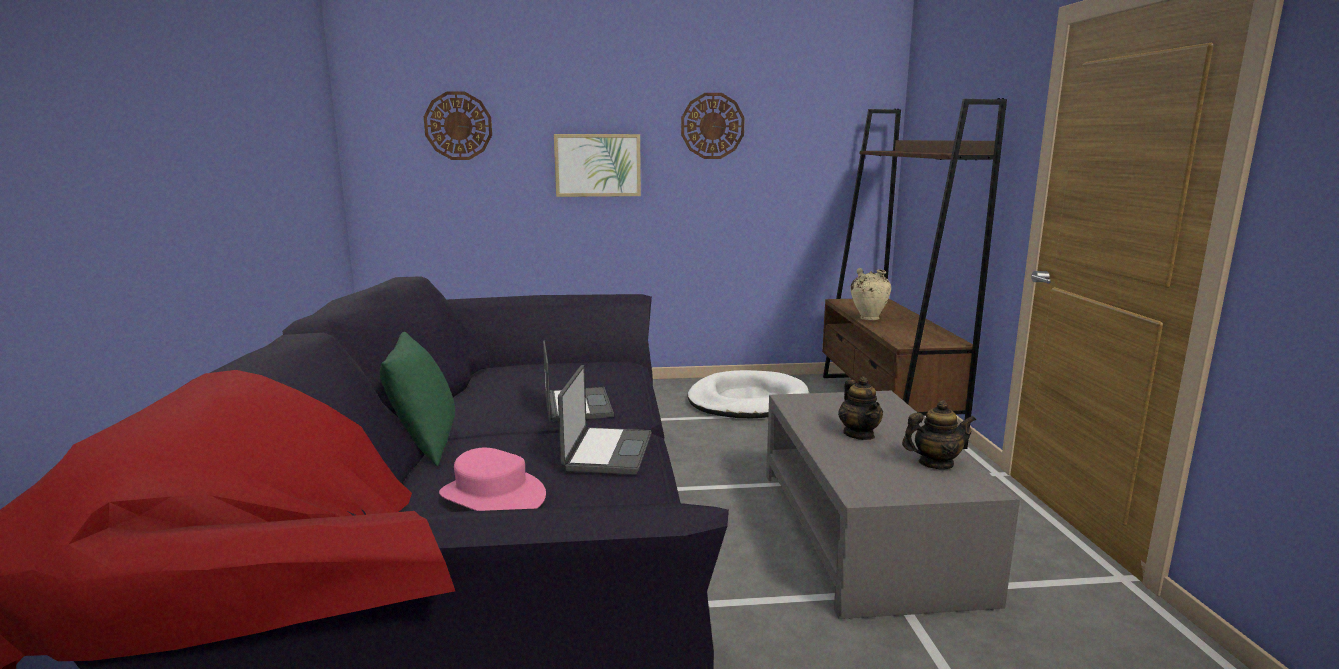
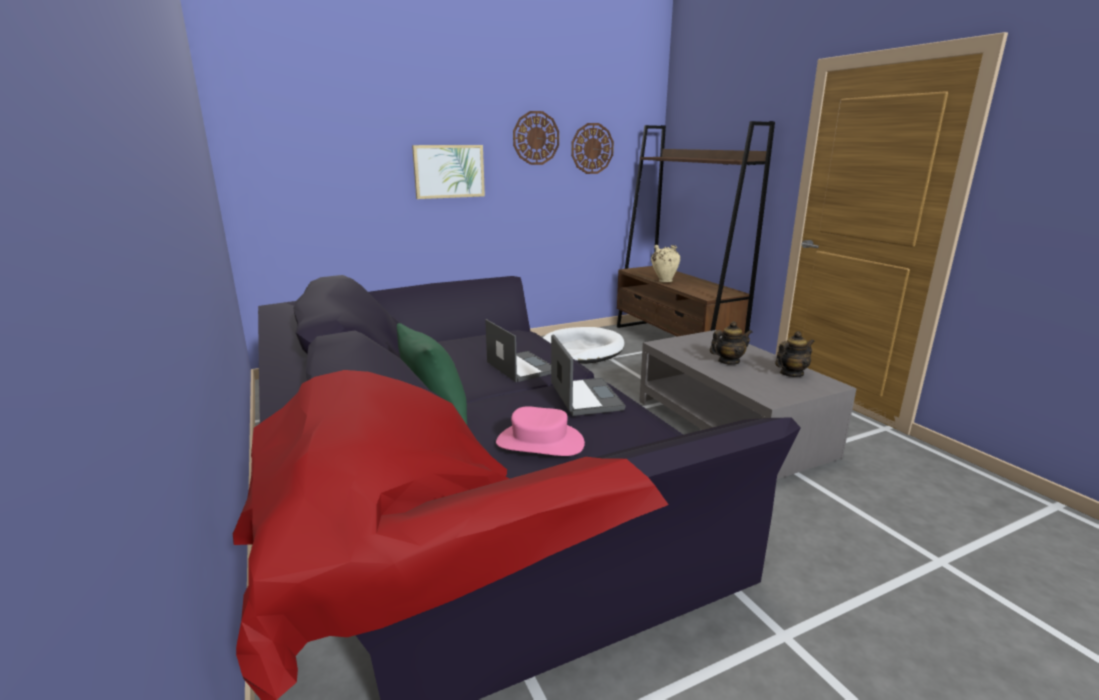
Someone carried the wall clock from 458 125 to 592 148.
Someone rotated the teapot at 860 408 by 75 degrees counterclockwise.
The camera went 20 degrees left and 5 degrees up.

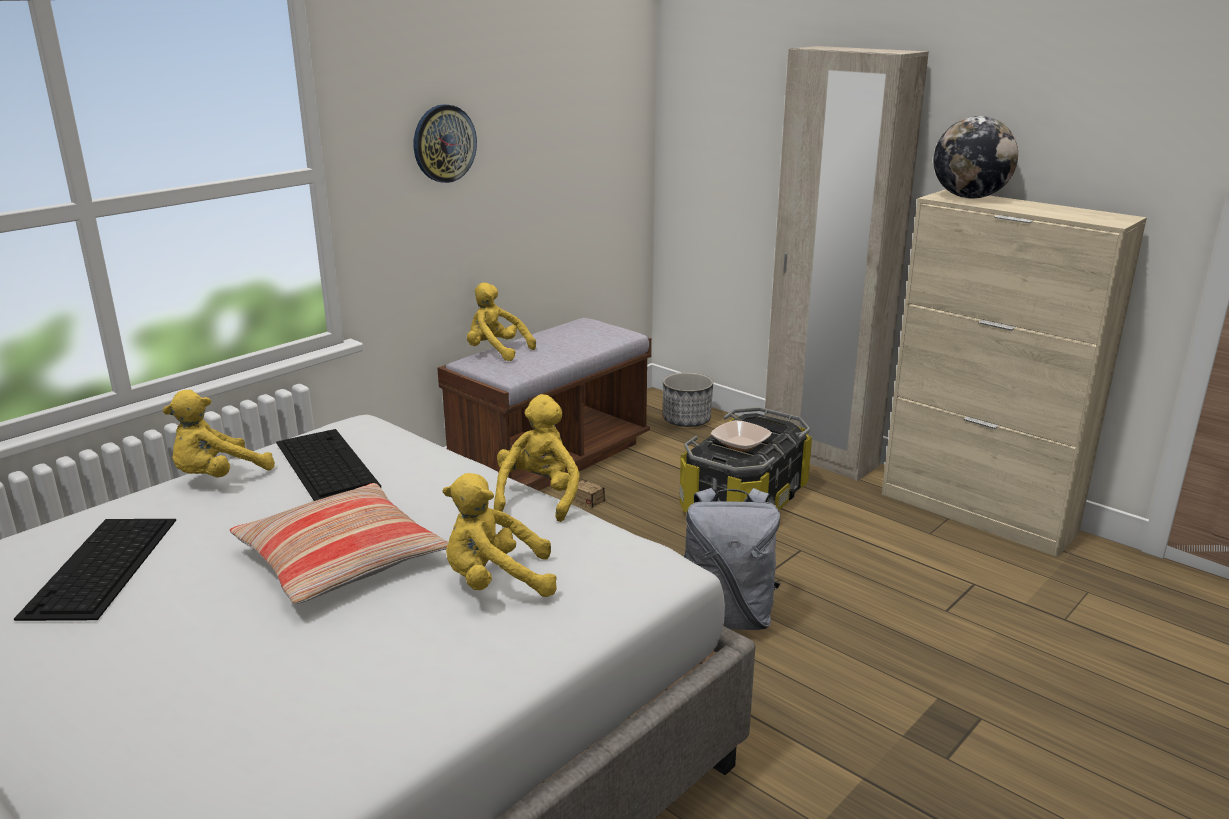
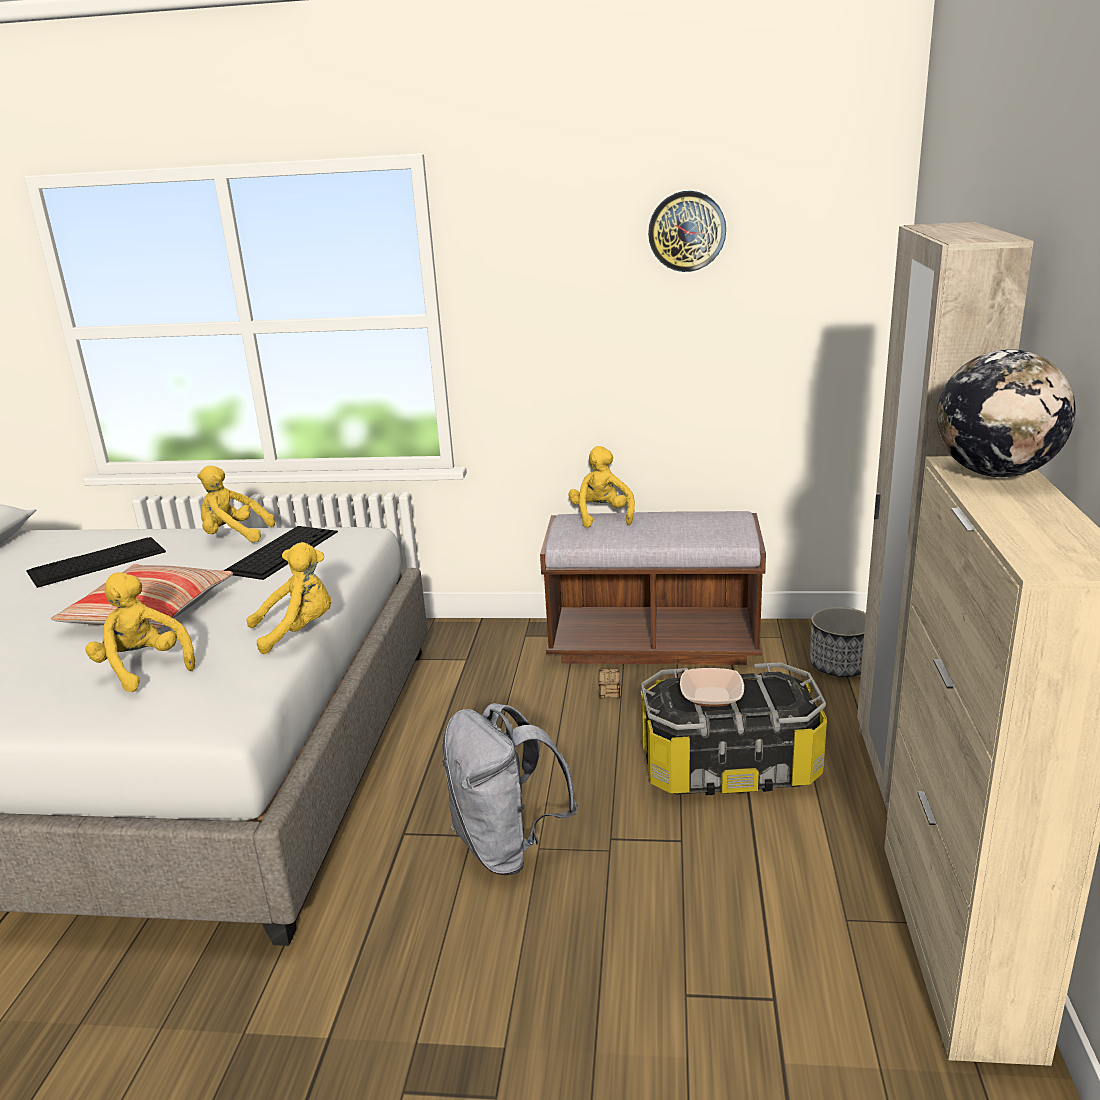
Someone carried the wall clock from 445 143 to 687 231.
The camera went 55 degrees right and 0 degrees up.

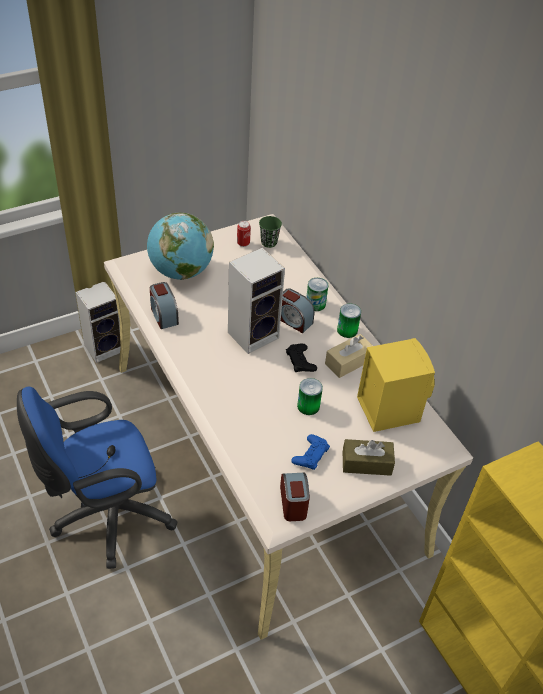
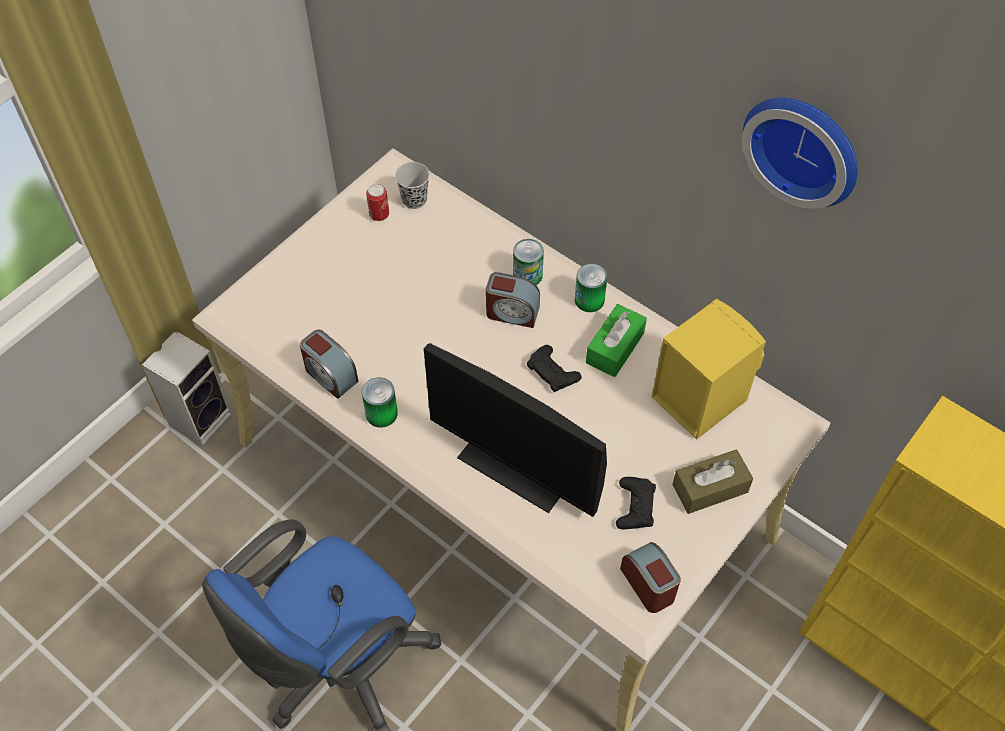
Someone took away the desk globe at 180 246.
Someone took away the loudspeaker at 256 300.
Someone put down the computer screen at 515 430.
Someone put up the wall clock at 800 153.
Someone carried the can from 310 396 to 380 402.
Someone repainted the greenish cup at 270 232, which became the black-coloured cup at 412 185.
Someone repainted the blue-coloured game controller at 310 452, which became the black-coloured game controller at 636 503.
Someone repainted the beige-coloured tissue holder at 349 356, which became the greenish tissue holder at 616 340.
The camera went 20 degrees left and 10 degrees up.

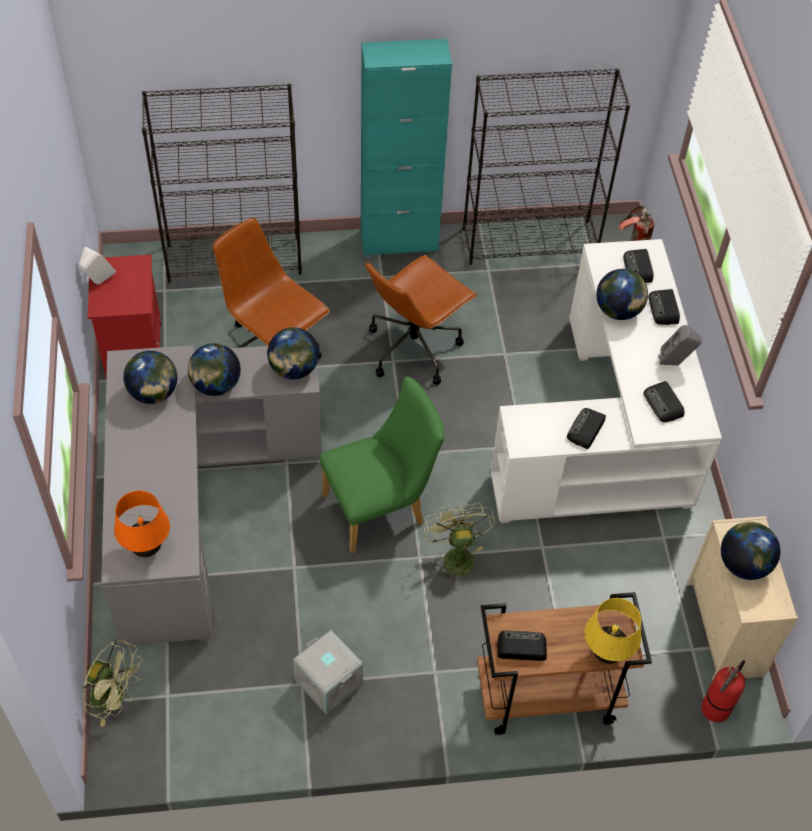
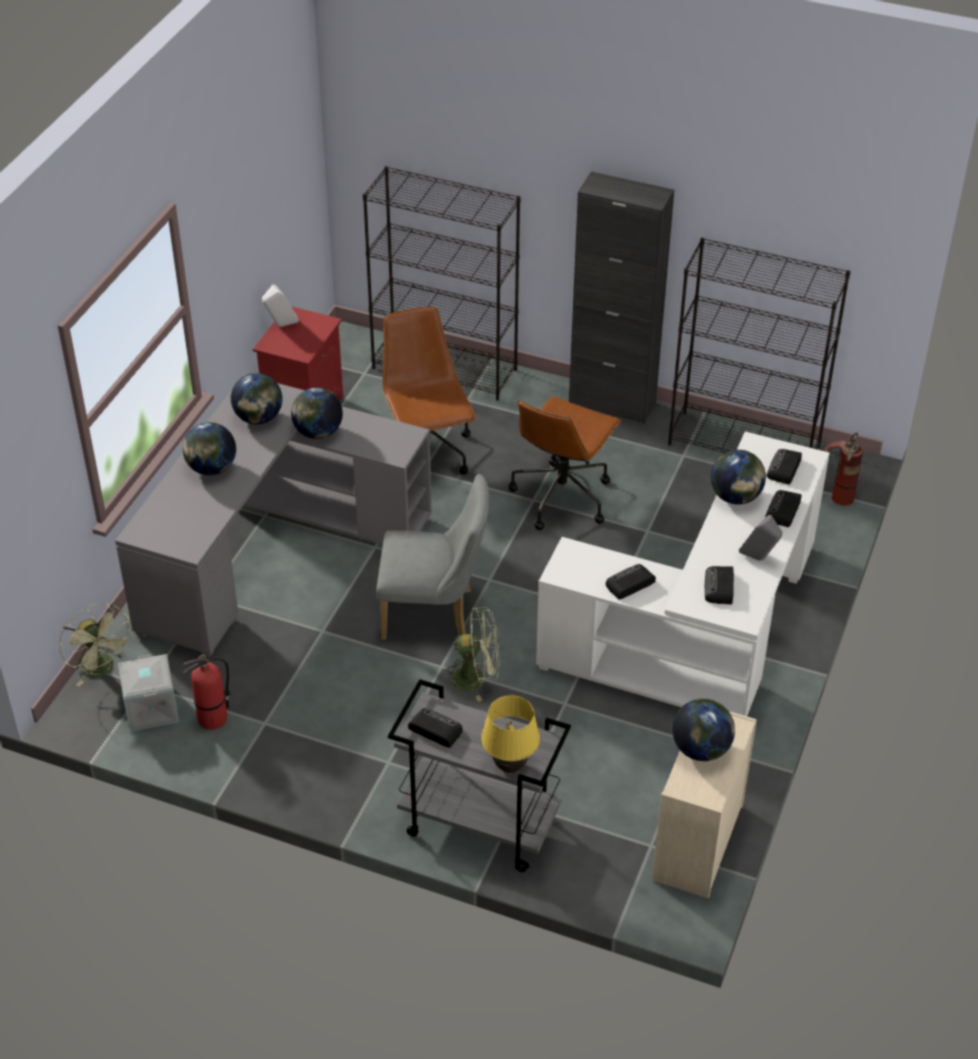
Someone took away the orangey table lamp at 142 523.
Someone carried the desk globe from 293 353 to 209 449.
Someone carried the gray storage bin from 328 672 to 148 693.
Someone carried the fire-fighting cylinder from 723 691 to 206 692.
Someone repainted the greenish plain chair at 382 465, which became the gray plain chair at 432 557.
Someone repainted the turquoise-coloured cupboard at 406 147, which became the black-coloured cupboard at 621 297.
Someone repainted the brownish cart at 564 663, which became the gray cart at 479 775.
Someone rotated the brownish desk chair at 421 320 by 45 degrees counterclockwise.
Someone rotated the greenish fan at 459 543 by 75 degrees clockwise.
The camera went 30 degrees right and 10 degrees down.

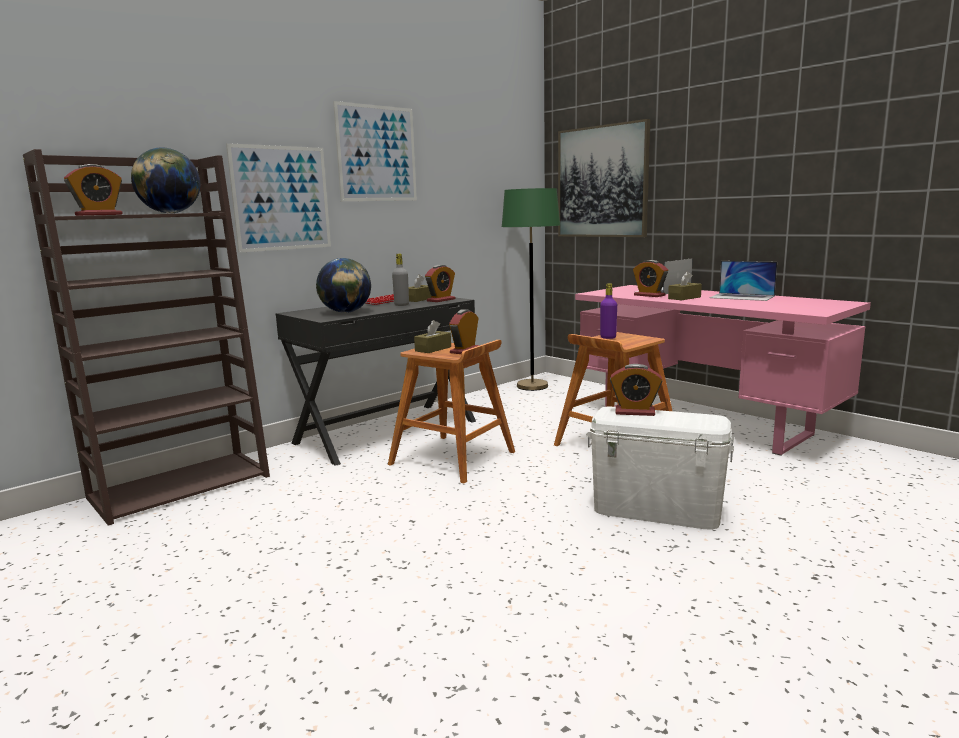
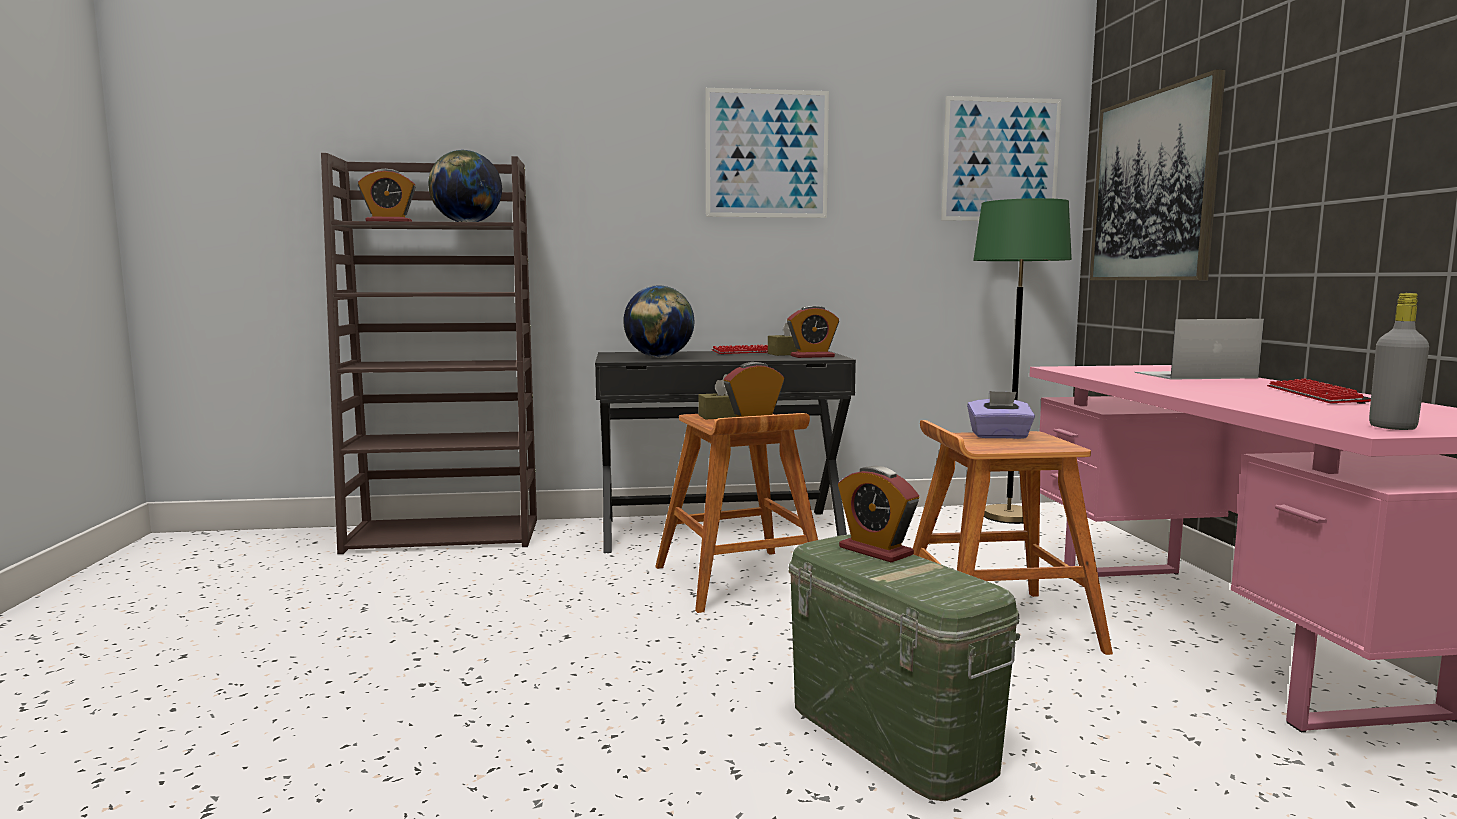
Someone took away the table clock at 650 278.
Someone took away the brownish tissue holder at 685 285.
Someone carried the picture from 278 198 to 1001 158.
Someone carried the gray bottle from 400 280 to 1399 361.
Someone swapped the purple-coloured bottle at 608 311 for the purple-coloured tissue holder at 1001 415.
Someone swapped the notebook computer at 743 281 for the computer keyboard at 1319 391.
Someone repainted the white storage bin at 661 468, which became the greenish storage bin at 904 668.
The camera went 35 degrees right and 5 degrees down.

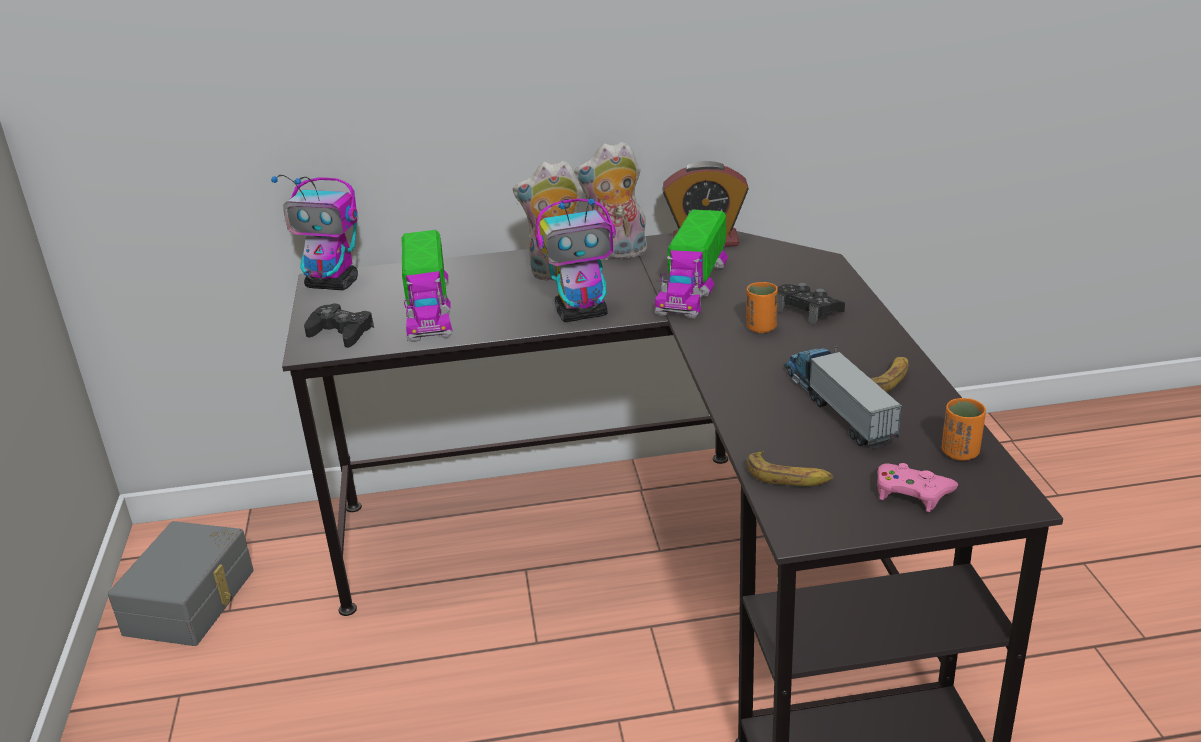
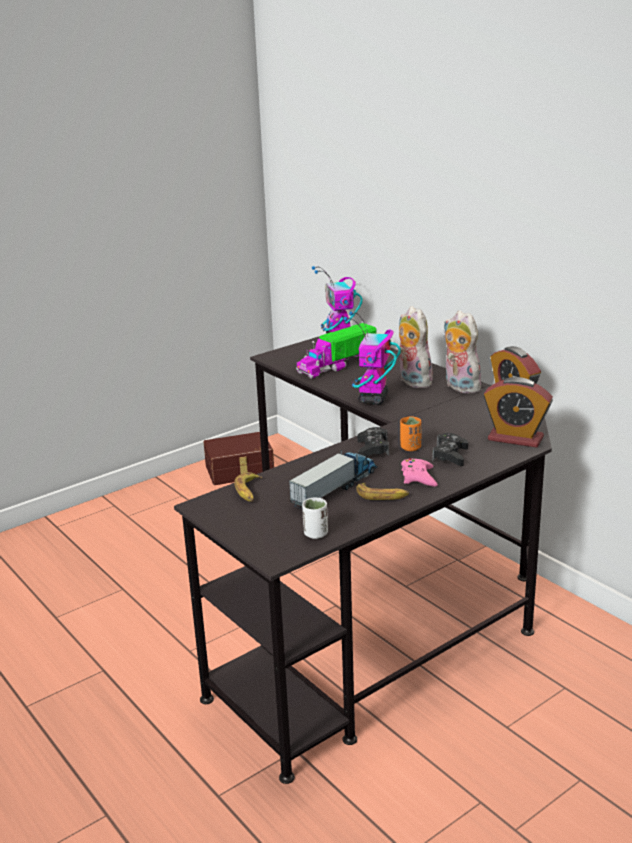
Someone took away the toy truck at 691 264.
Someone put down the table clock at 518 412.
Someone carried the black-coloured game controller from 339 325 to 373 442.
Someone carried the pinkish game controller from 918 487 to 419 472.
Someone repainted the gray storage bin at 181 583, which became the brownish storage bin at 239 458.
Someone repainted the orangey cup at 964 429, which became the white cup at 315 518.
Someone rotated the robot figure at 576 259 by 60 degrees clockwise.
The camera went 60 degrees right and 5 degrees down.

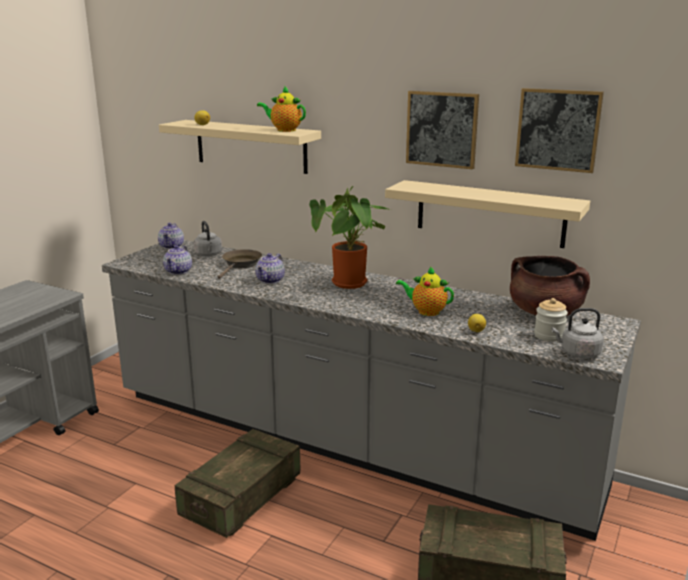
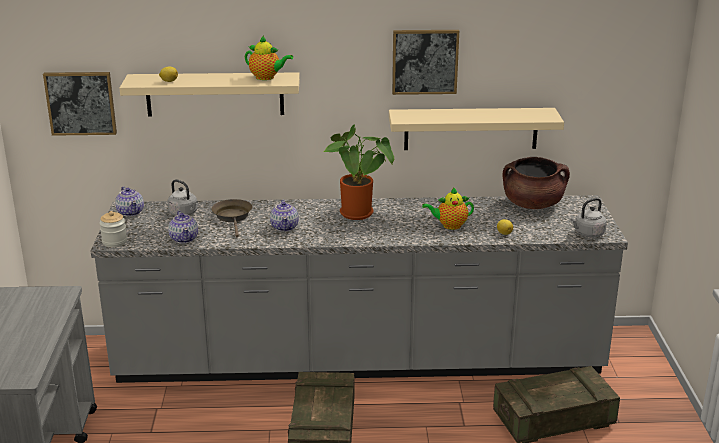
Someone carried the picture from 559 130 to 80 104.
Someone carried the storage jar from 551 320 to 113 229.
Someone rotated the teapot at 281 109 by 150 degrees counterclockwise.
The camera went 30 degrees left and 5 degrees up.

